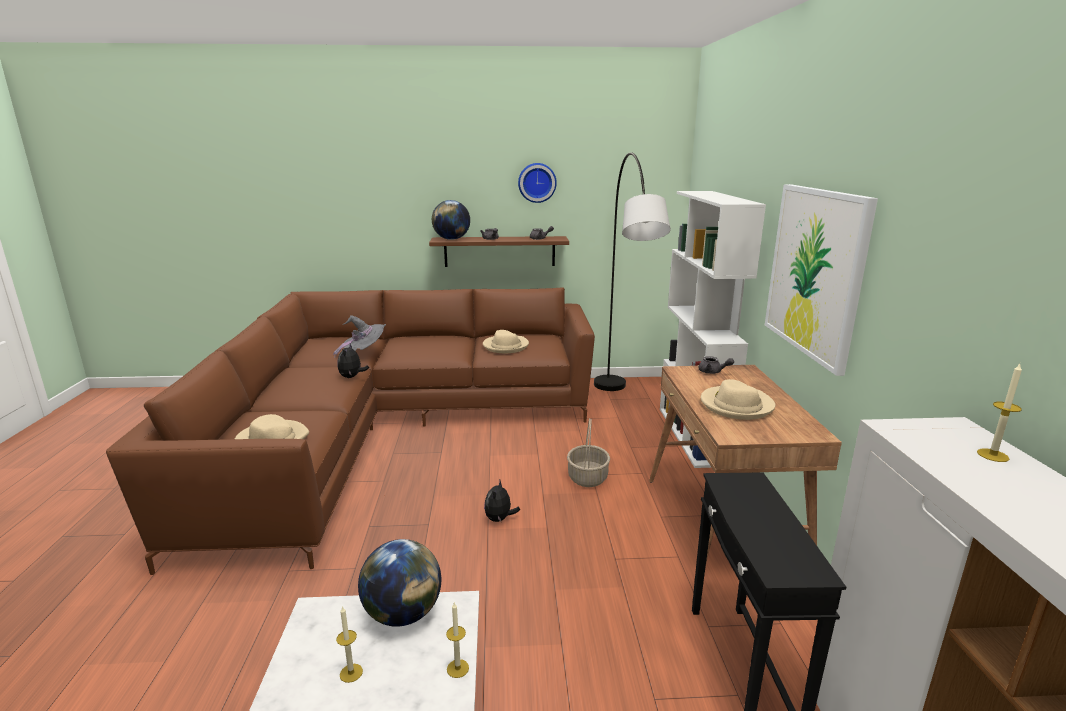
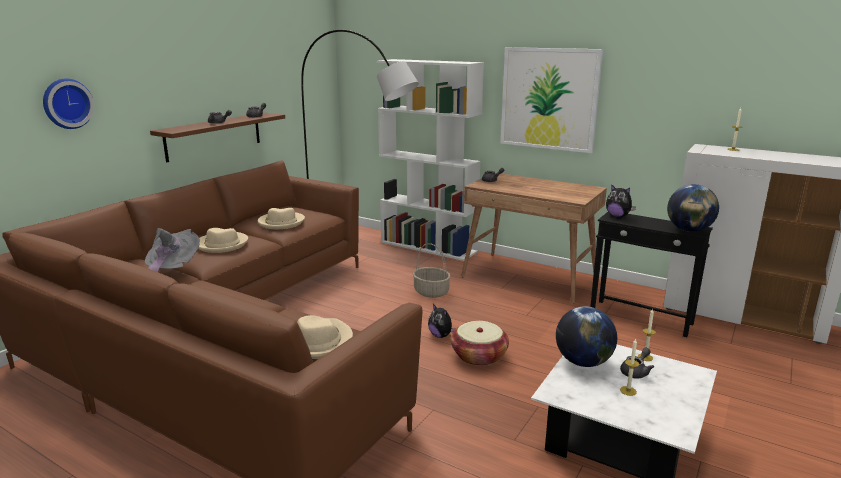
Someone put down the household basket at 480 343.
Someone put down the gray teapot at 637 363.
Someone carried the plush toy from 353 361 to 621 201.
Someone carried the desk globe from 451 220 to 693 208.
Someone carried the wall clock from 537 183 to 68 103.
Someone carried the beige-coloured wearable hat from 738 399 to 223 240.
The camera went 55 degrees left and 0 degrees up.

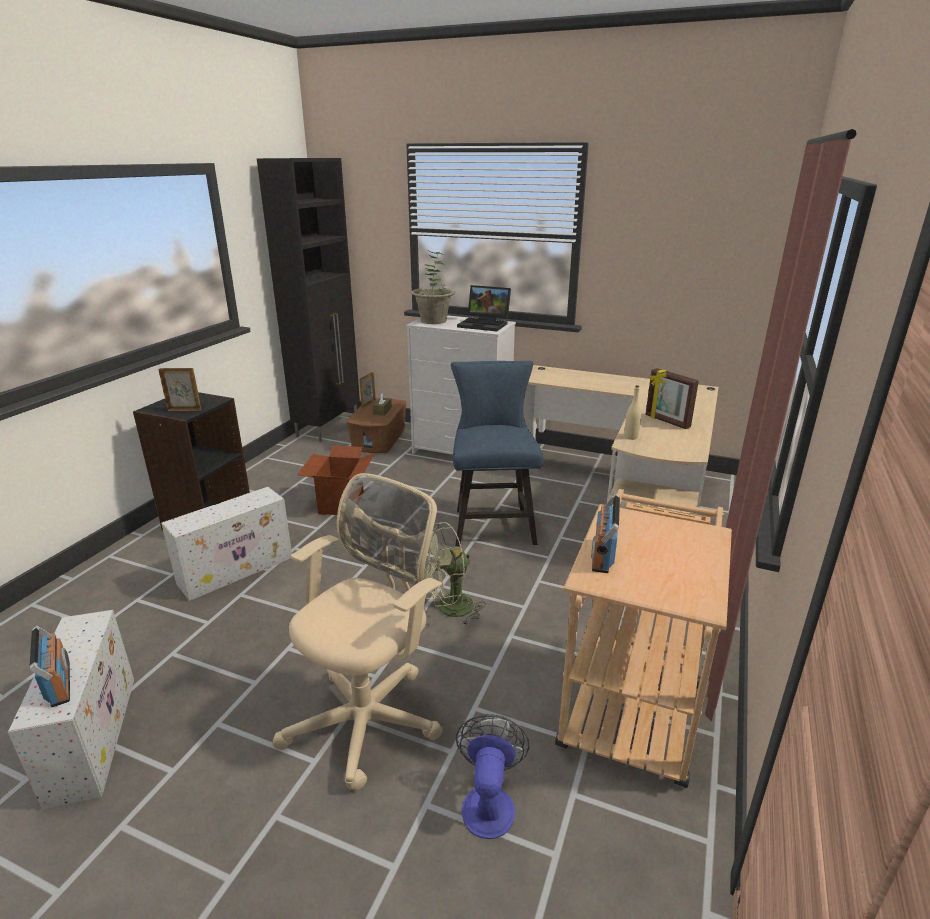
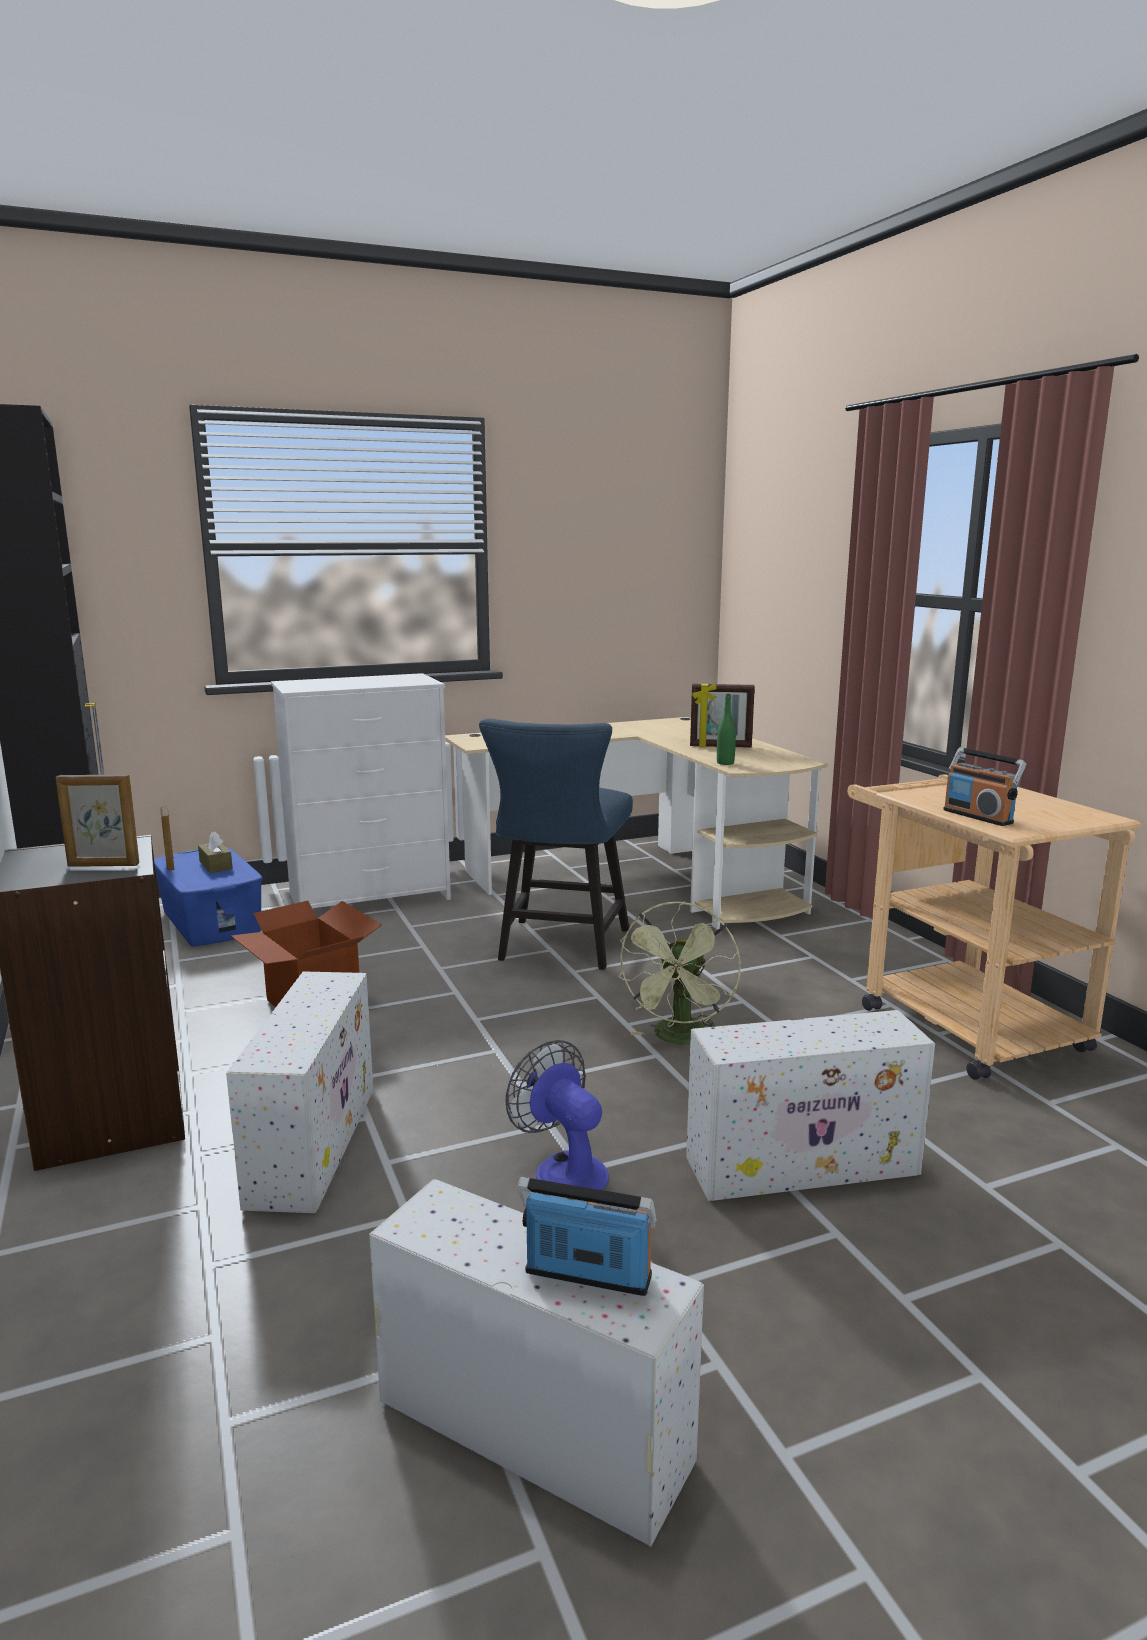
Someone took away the potted plant at 433 287.
Someone took away the notebook computer at 484 308.
Someone carried the fan from 492 776 to 557 1115.
Someone swapped the beige-coloured desk chair at 357 632 for the white storage bin at 810 1105.
Someone repainted the brownish storage bin at 376 425, which became the blue-coloured storage bin at 208 896.
Someone repainted the beige-coloured bottle at 632 412, which became the greenish bottle at 726 729.
Someone rotated the picture frame at 179 389 by 135 degrees counterclockwise.
Someone rotated the blue-coloured plain chair at 497 454 by 120 degrees counterclockwise.
The camera went 45 degrees left and 10 degrees down.

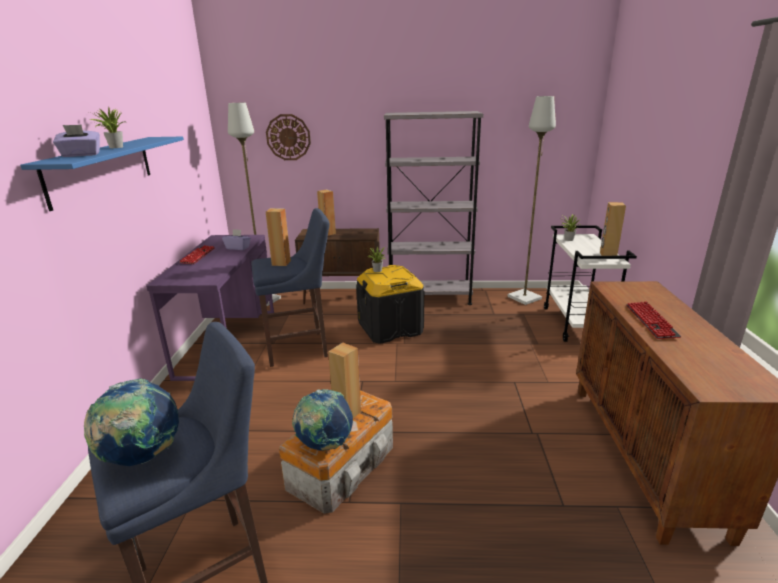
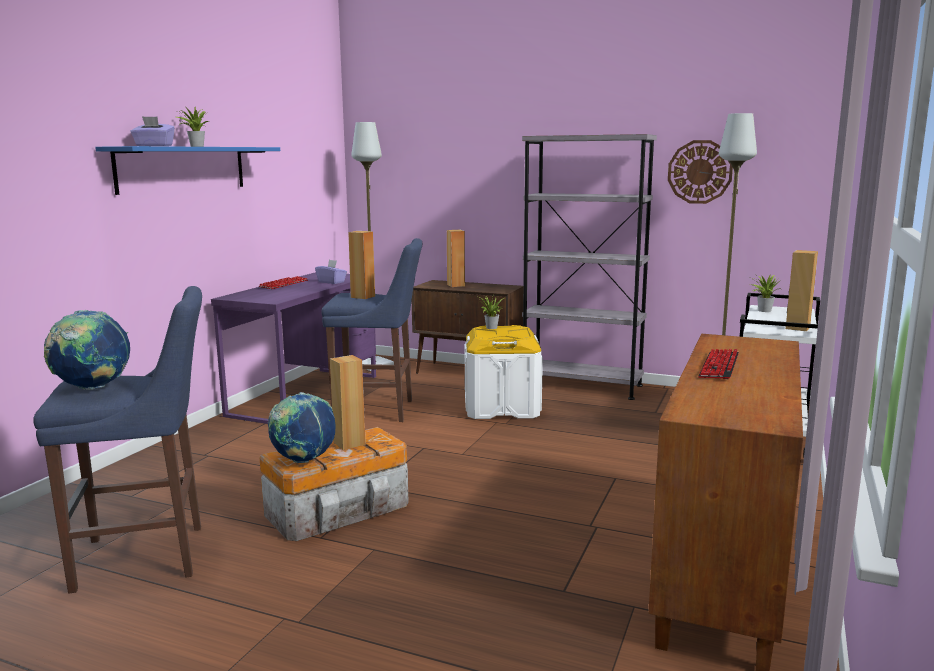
Someone carried the wall clock from 288 137 to 700 172.
Someone repainted the black-coloured storage bin at 390 304, which became the white storage bin at 504 372.
The camera went 20 degrees right and 10 degrees down.

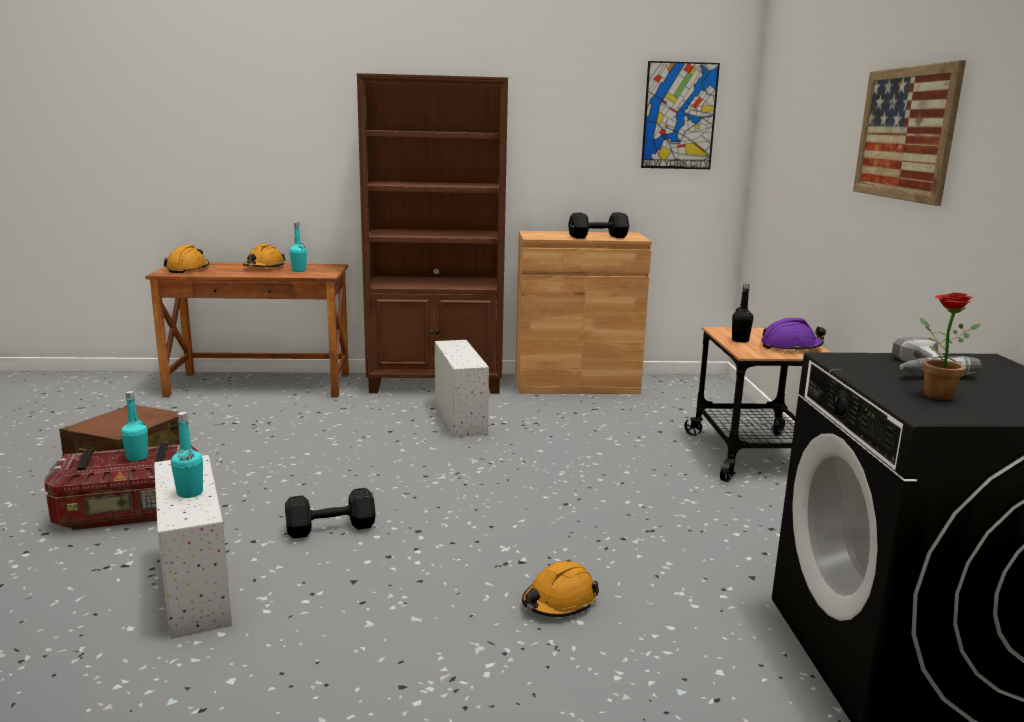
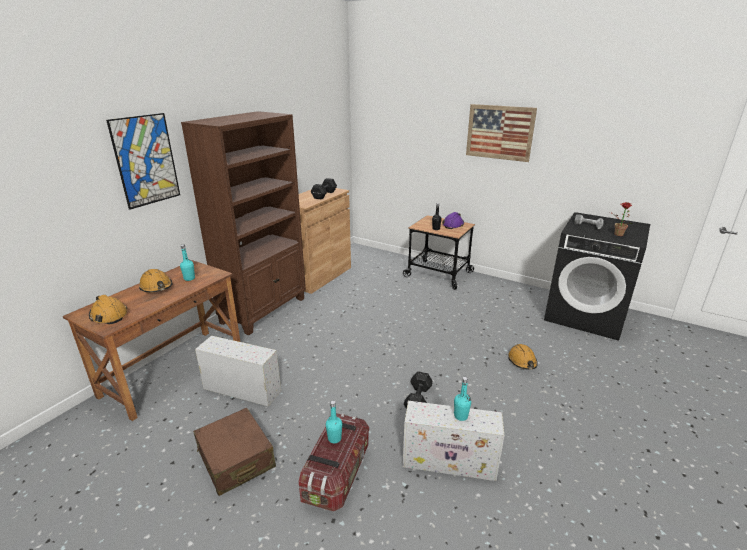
Someone carried the white storage bin from 462 388 to 238 371.
Someone carried the picture from 680 115 to 143 161.
The camera went 55 degrees left and 10 degrees up.

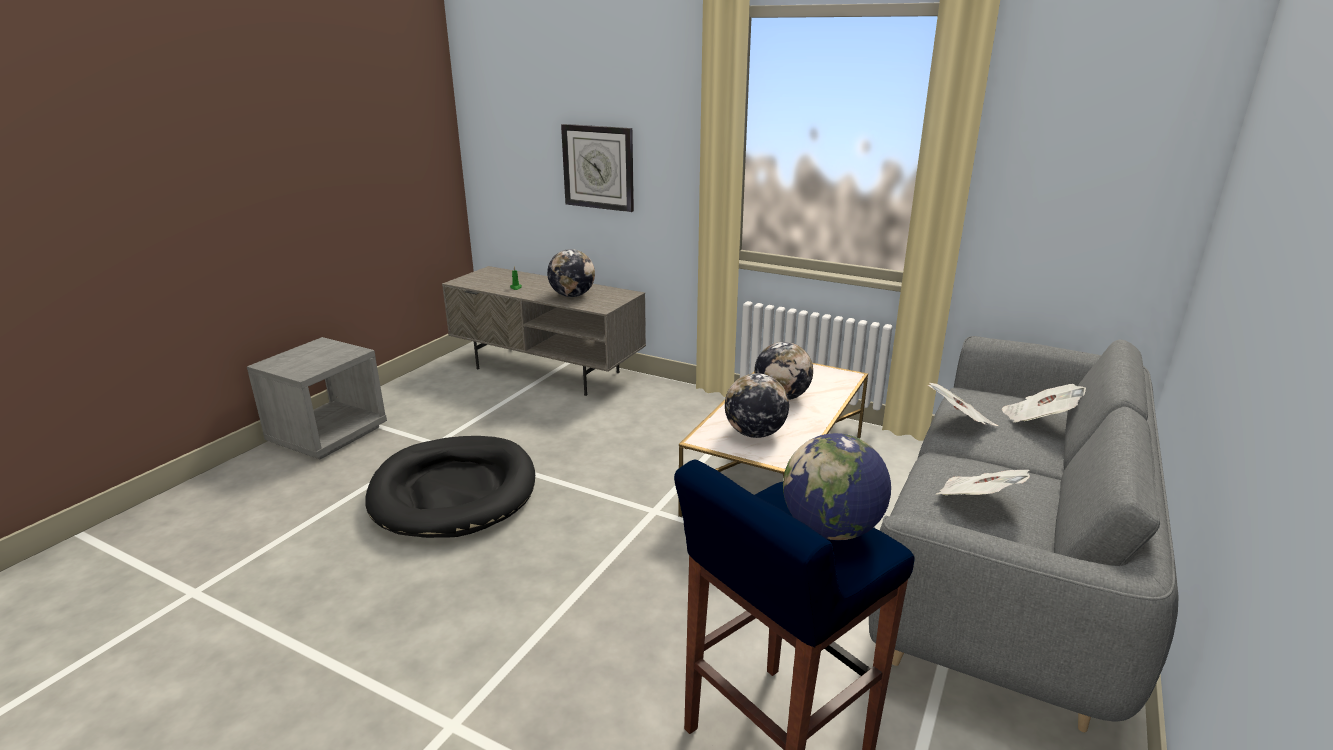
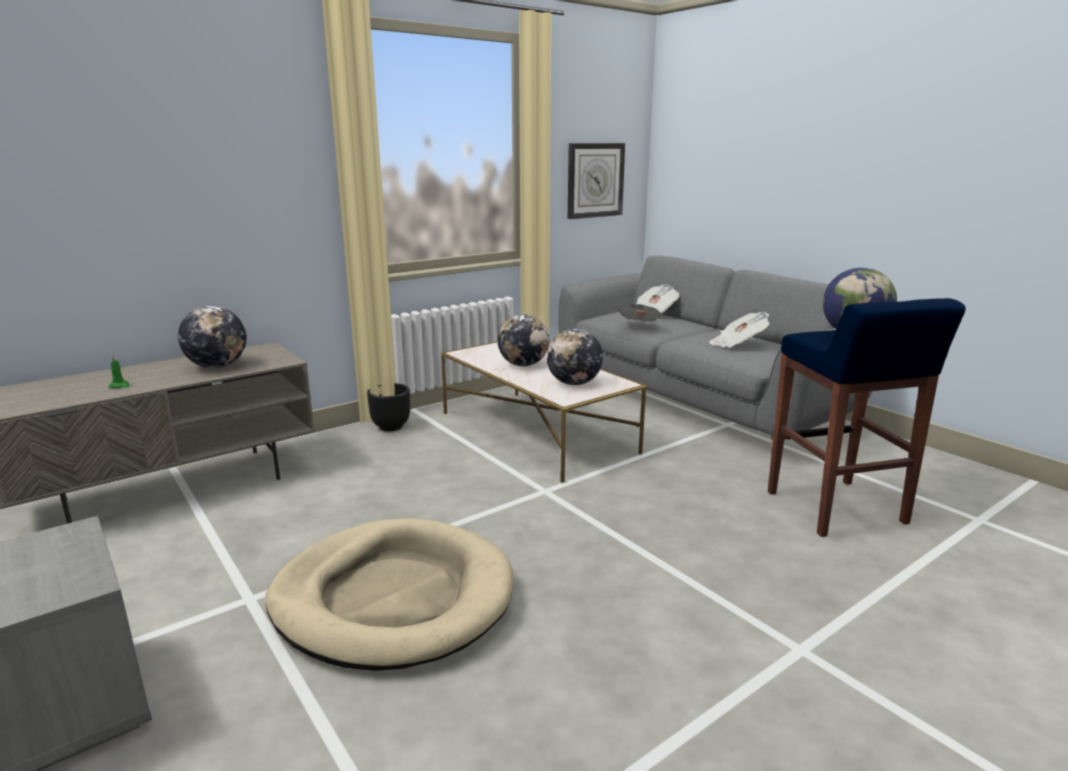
Someone put down the black-coloured planter at 388 407.
Someone carried the wall clock from 597 168 to 596 181.
Someone repainted the black-coloured pet bed at 450 487, which became the beige-coloured pet bed at 389 594.
The camera went 65 degrees left and 5 degrees down.

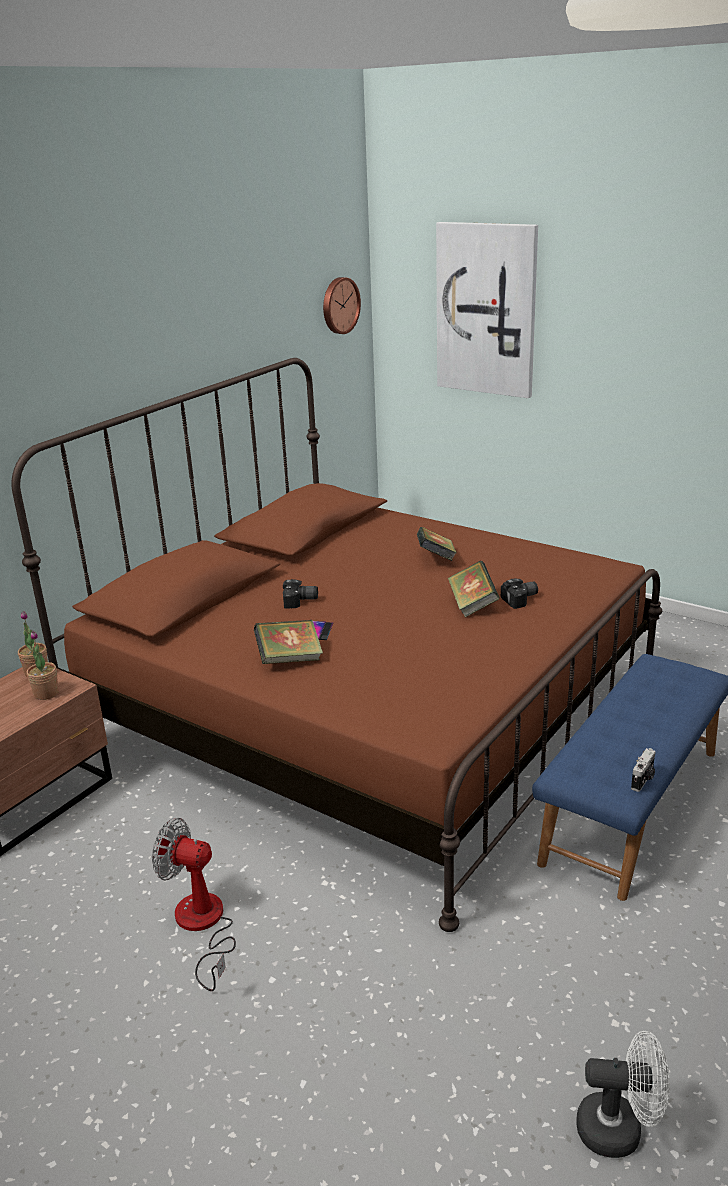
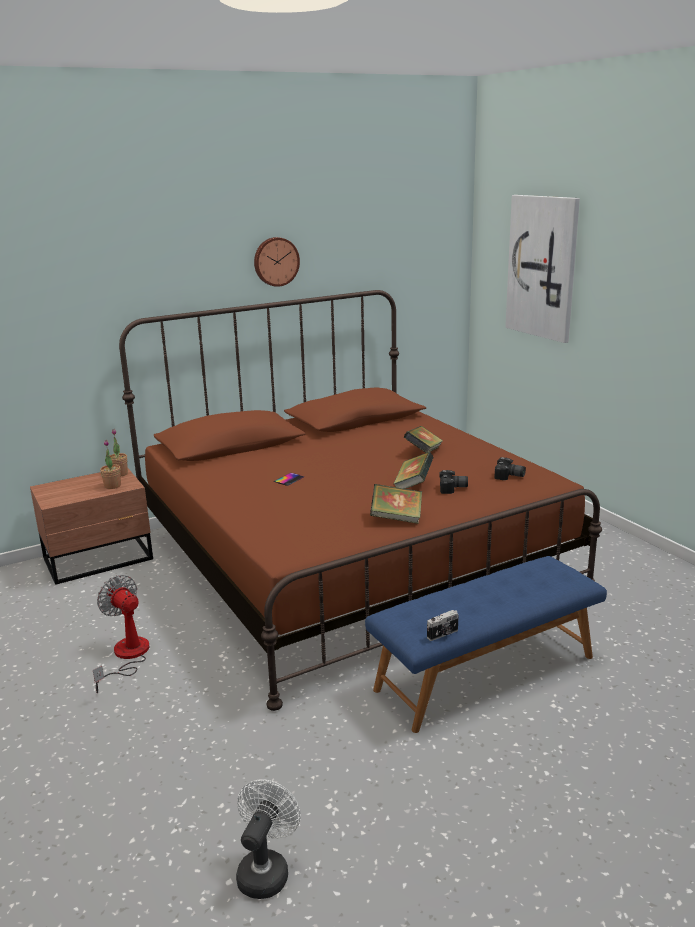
Someone carried the book from 288 642 to 396 504.
Someone carried the still camera from 300 593 to 510 468.
Someone carried the wall clock from 342 305 to 277 262.
Someone rotated the white fan at 623 1094 by 105 degrees counterclockwise.
The camera went 25 degrees right and 5 degrees down.

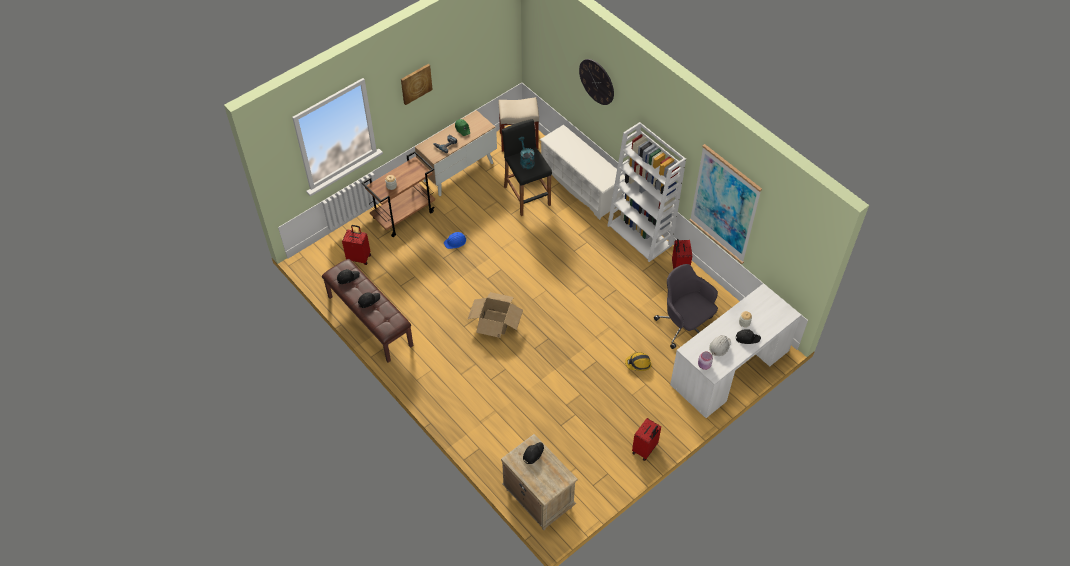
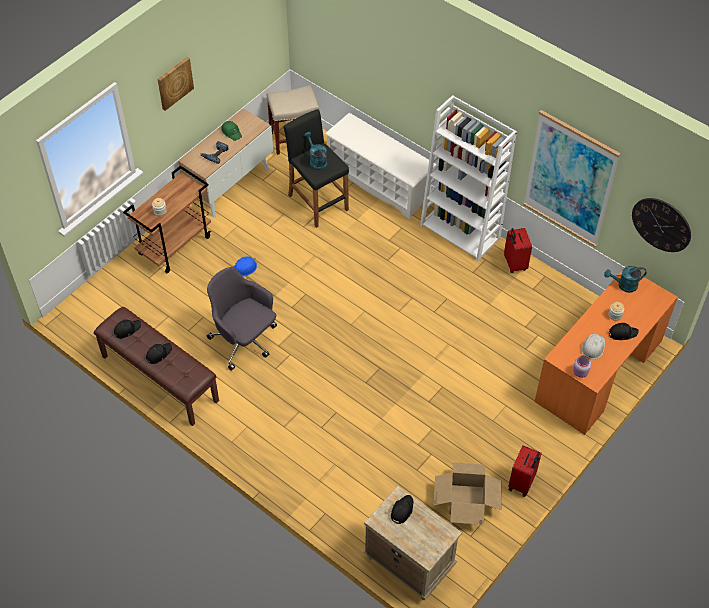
Someone took away the red piece of luggage at 356 245.
Someone took away the work helmet at 638 361.
Someone put down the turquoise-coloured sprinkling can at 625 279.
Someone carried the cardboard box from 495 315 to 468 493.
Someone carried the wall clock from 596 82 to 661 225.
Someone carried the gray desk chair from 686 306 to 242 319.
Someone repainted the white desk at 735 350, which became the orangey desk at 606 353.
The camera went 10 degrees left and 0 degrees up.

